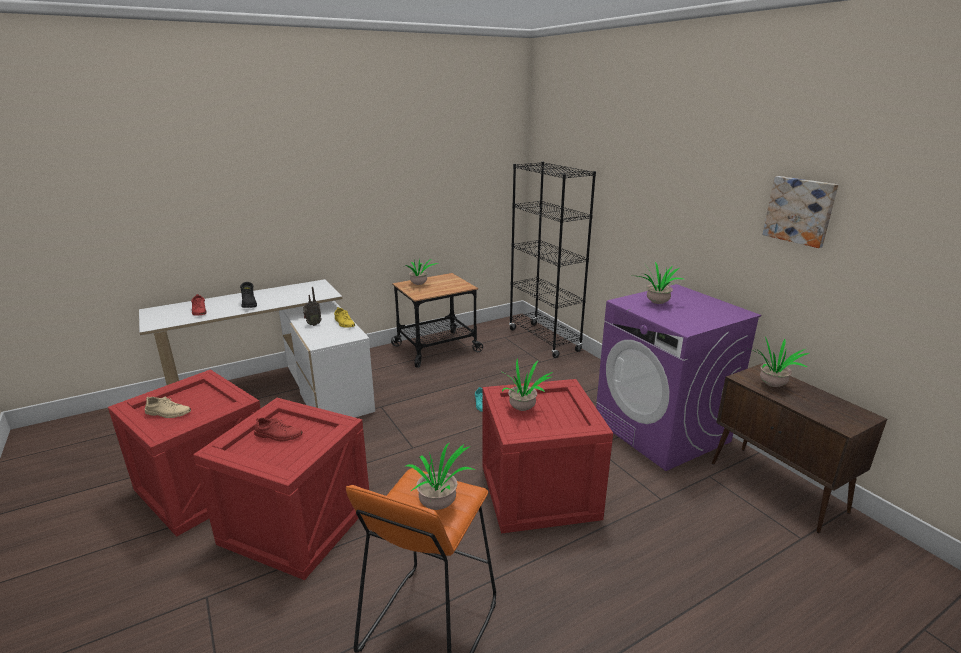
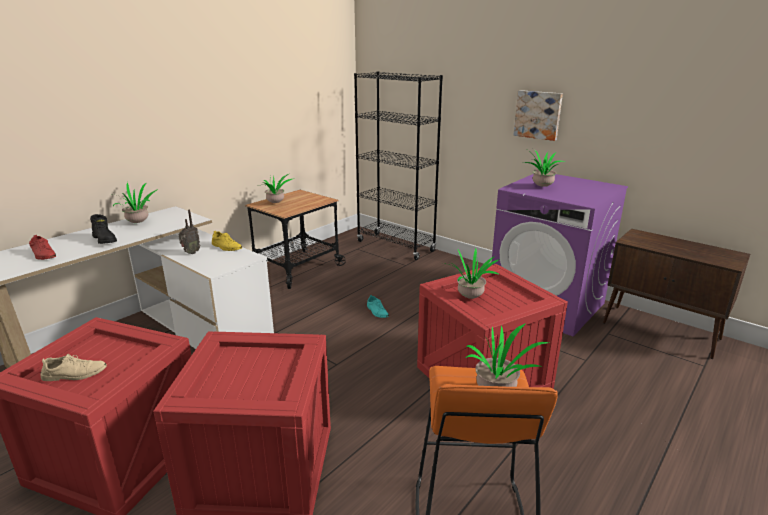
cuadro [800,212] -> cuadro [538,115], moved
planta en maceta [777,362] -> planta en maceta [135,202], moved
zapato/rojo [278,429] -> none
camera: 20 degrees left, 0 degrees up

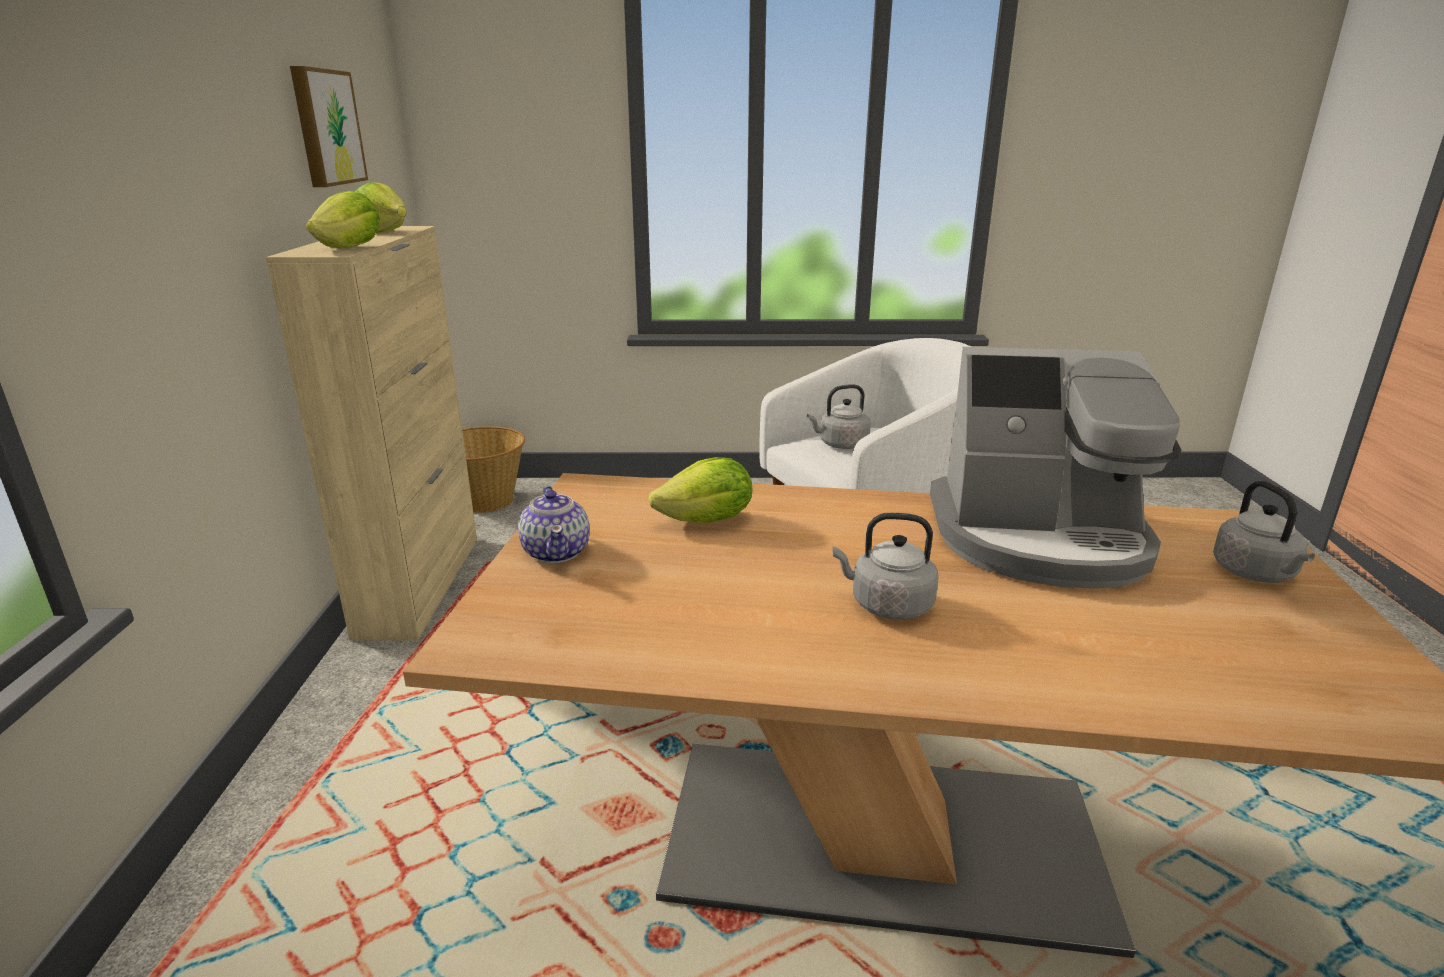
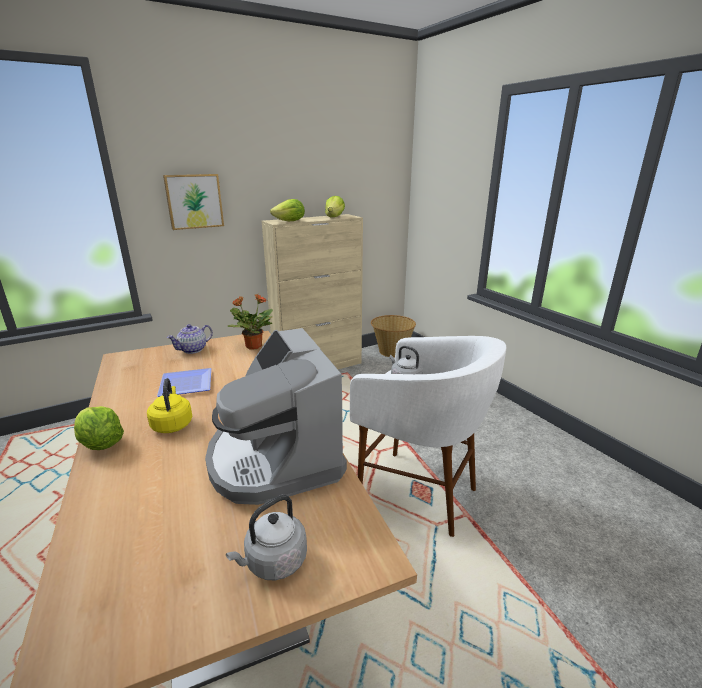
cuadro [329,126] -> cuadro [193,202], moved
lechuga [700,490] -> lechuga [99,428], moved
hervidor/gris [886,566] -> hervidor/amarillo [169,405]
none -> planta en maceta [250,322]
none -> plato [184,382]
camera: 60 degrees right, 0 degrees up

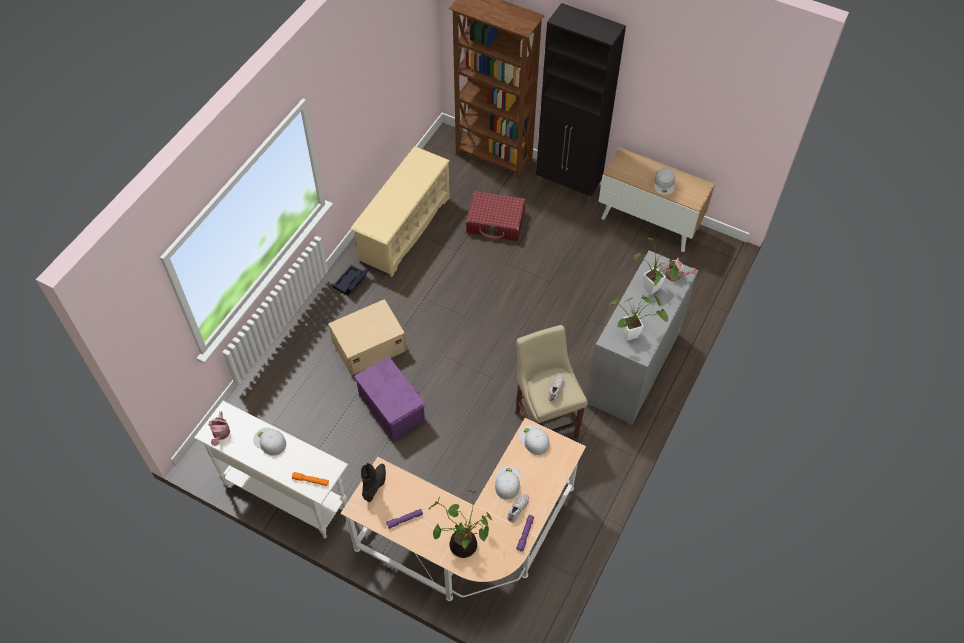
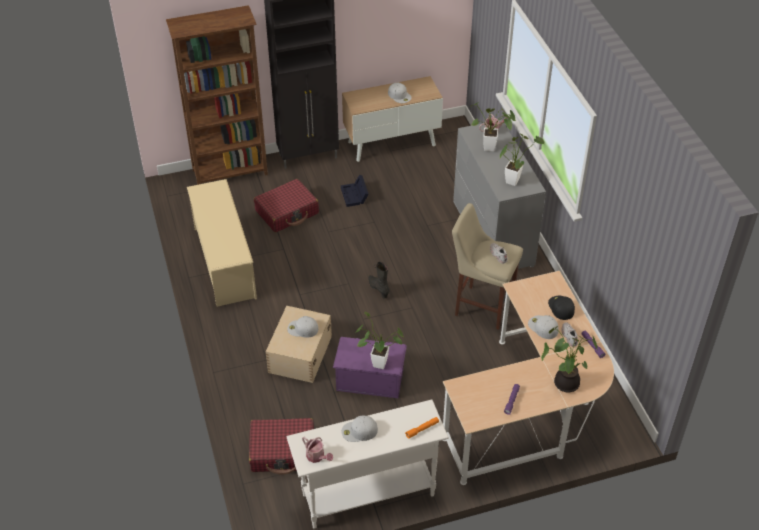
caja de almacenaje/negro [351,280] -> caja de almacenaje/negro [354,191], moved
gorra/blanco [534,440] -> gorra/blanco [302,327], moved
bota/negro [373,482] -> bota/negro [379,280], moved
none -> gorra/negro [561,308]
none -> planta en maceta [379,340]
none -> maleta/rojo [281,446]
camera: 45 degrees left, 10 degrees down

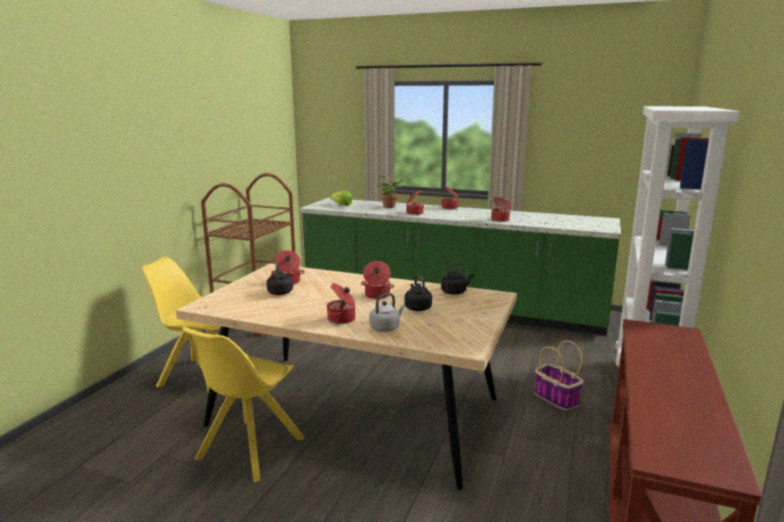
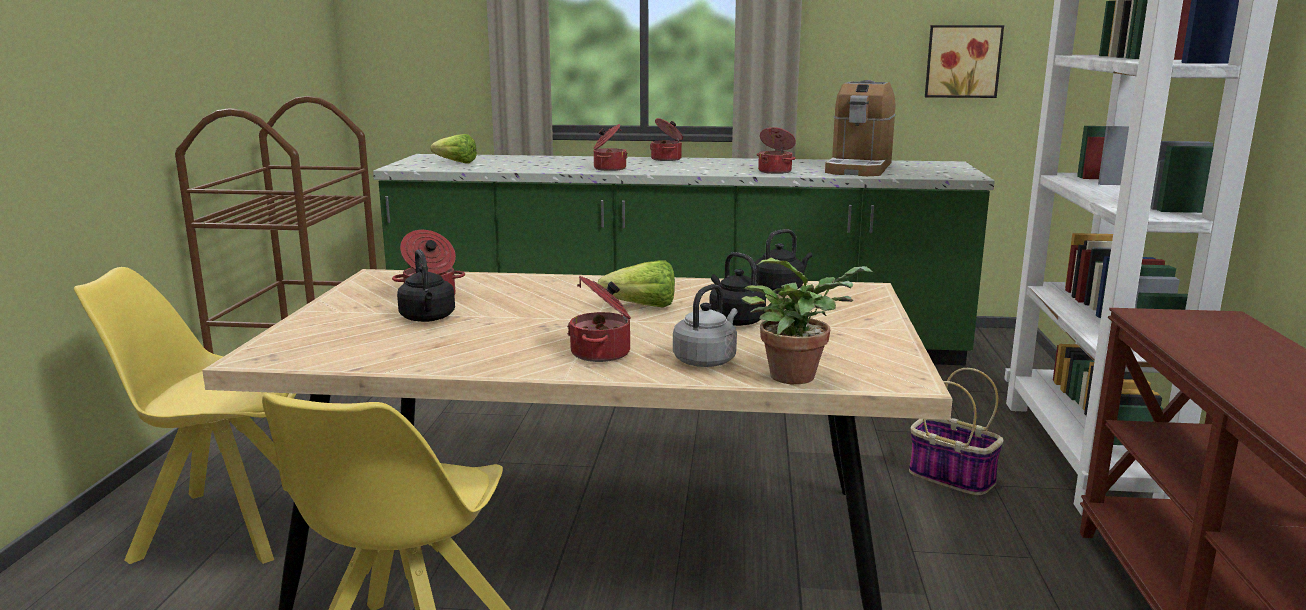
planta en maceta [391,192] -> planta en maceta [806,321], moved
olla [377,280] -> lechuga [636,284]
none -> cuadro [964,61]
none -> cafetera [860,128]
camera: 15 degrees left, 0 degrees up

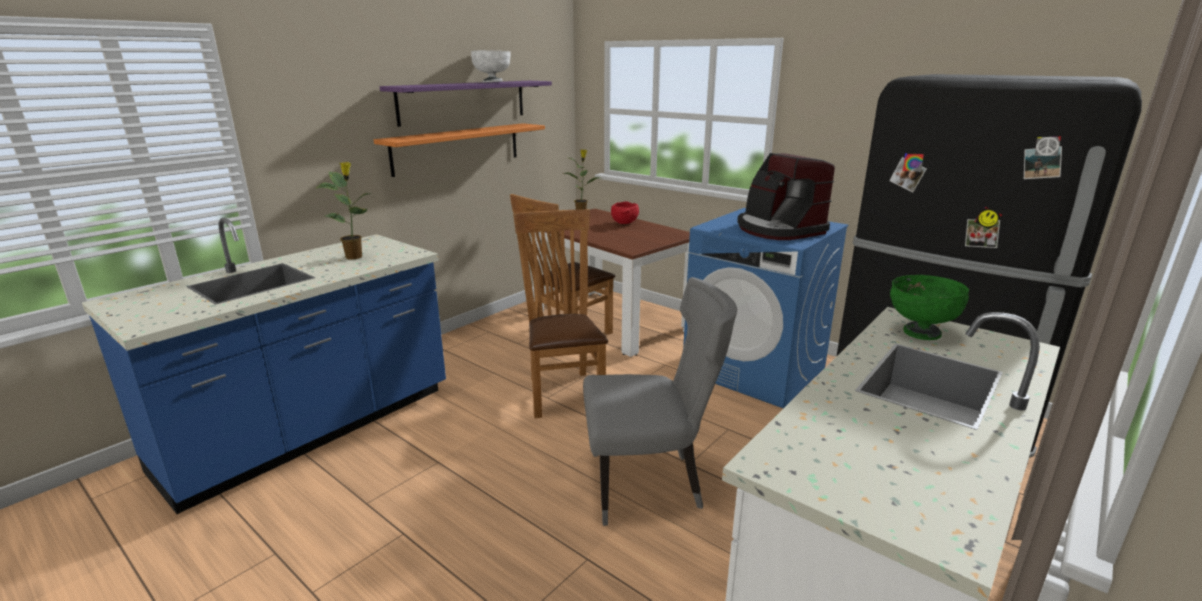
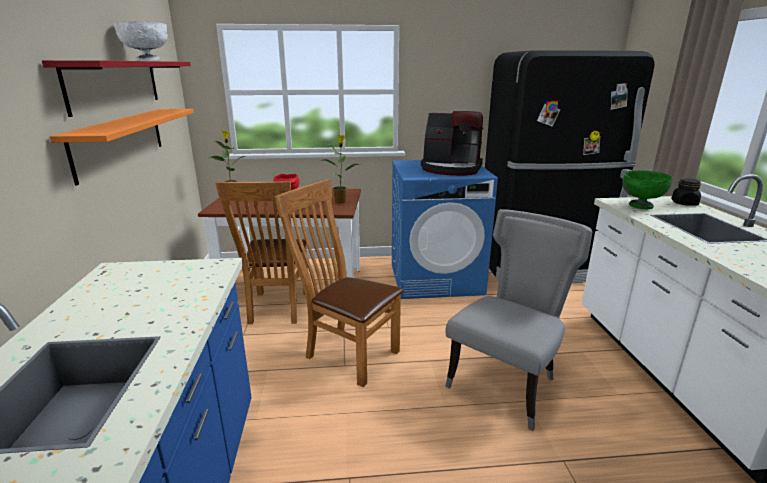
estante/morado [466,104] -> estante/rojo [116,88]
planta en maceta [344,211] -> planta en maceta [340,169], moved
none -> tarro/negro [686,192]
camera: 45 degrees left, 0 degrees up

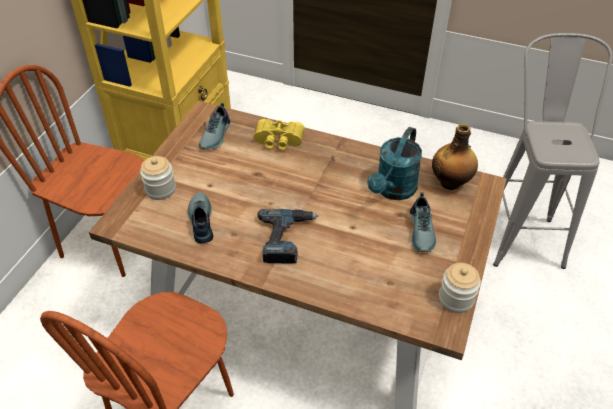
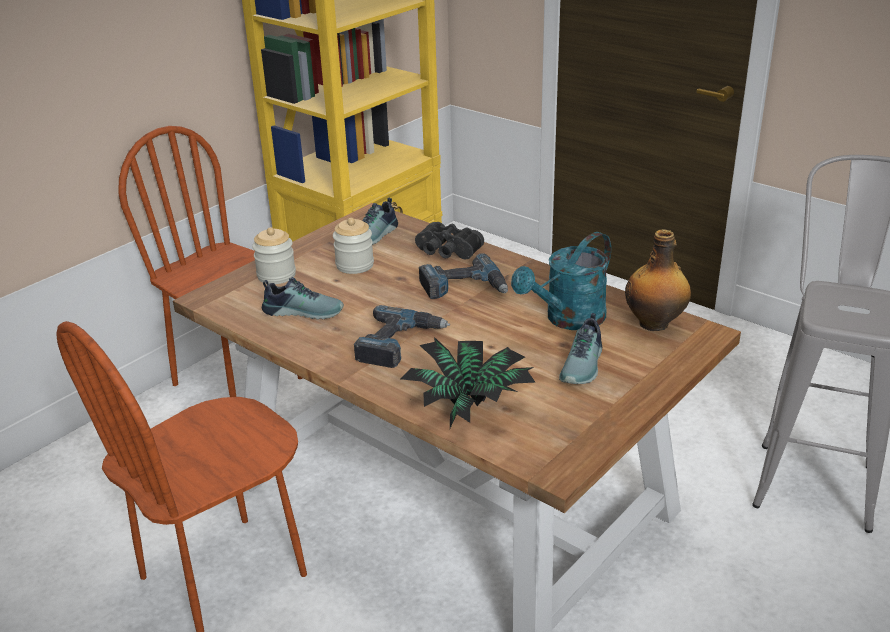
prismáticos/amarillo [279,134] -> prismáticos/negro [449,240]
zapato [200,217] -> zapato [303,298], 90 degrees clockwise
tarro [460,288] -> tarro [353,246], moved
none -> taladro [463,276]
none -> planta en maceta [468,382]
camera: 20 degrees right, 15 degrees down

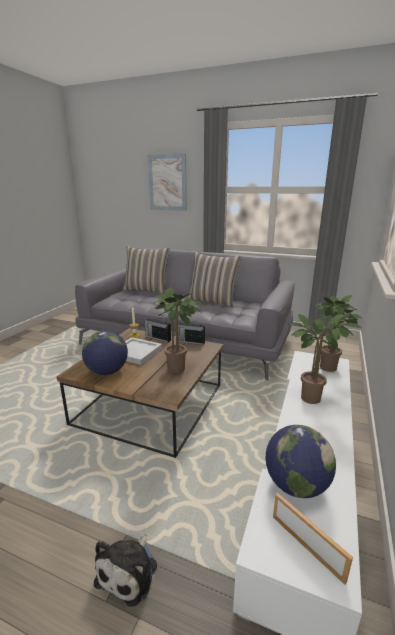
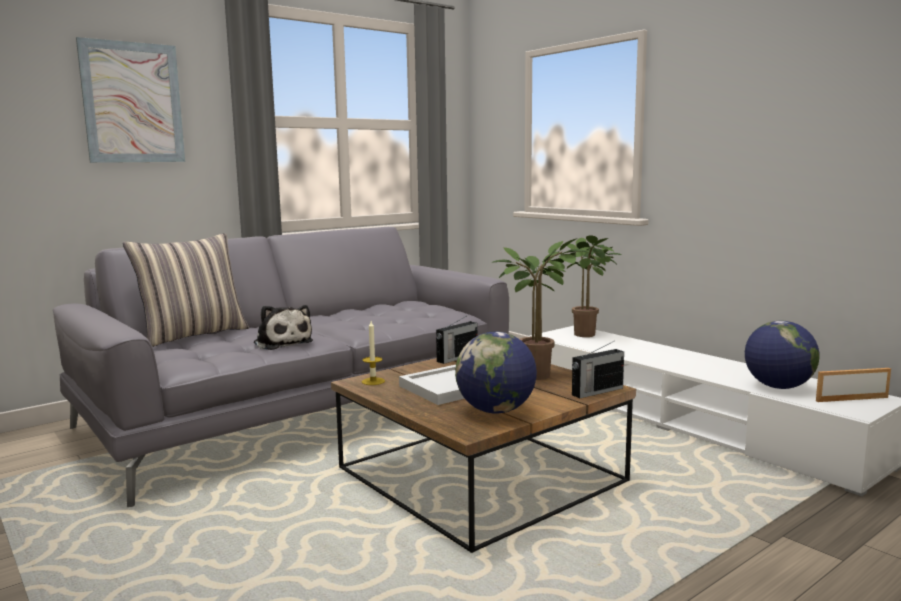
cojín [214,279] -> none
planta en maceta [325,359] -> none
radio [158,330] -> radio [598,369], moved
peluche [125,570] -> peluche [283,327], moved
camera: 60 degrees left, 10 degrees down

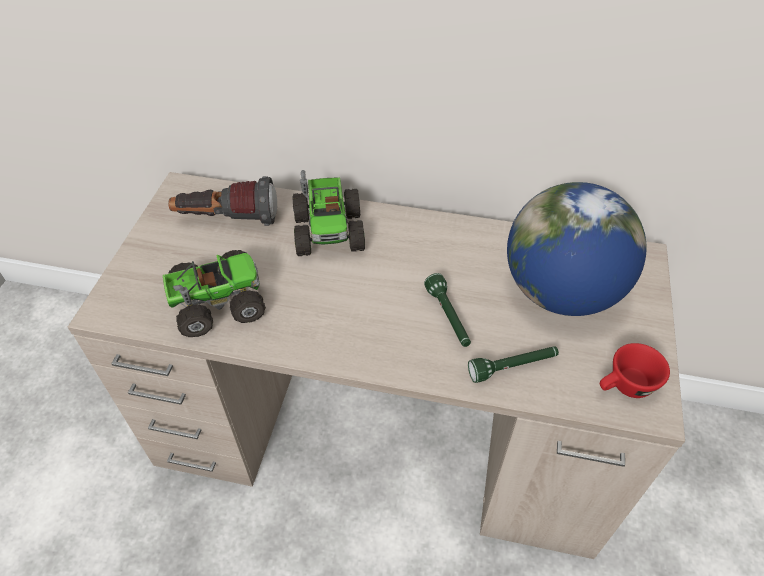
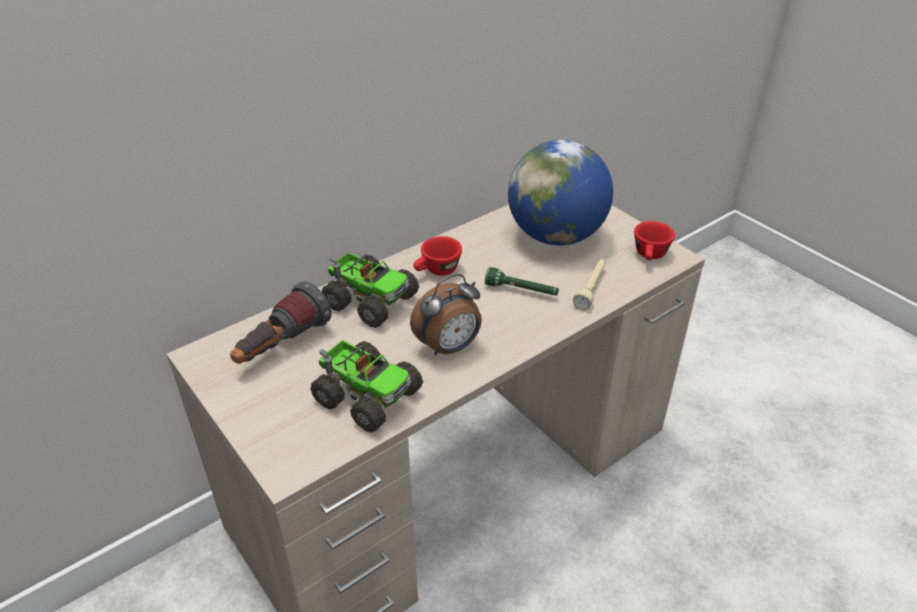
camión de juguete [214,293] -> camión de juguete [366,386], 105 degrees clockwise
linterna/verde [513,364] -> linterna/beis [589,284]
none -> taza/rojo [437,256]
none -> despertador [446,315]
camera: 50 degrees left, 10 degrees down

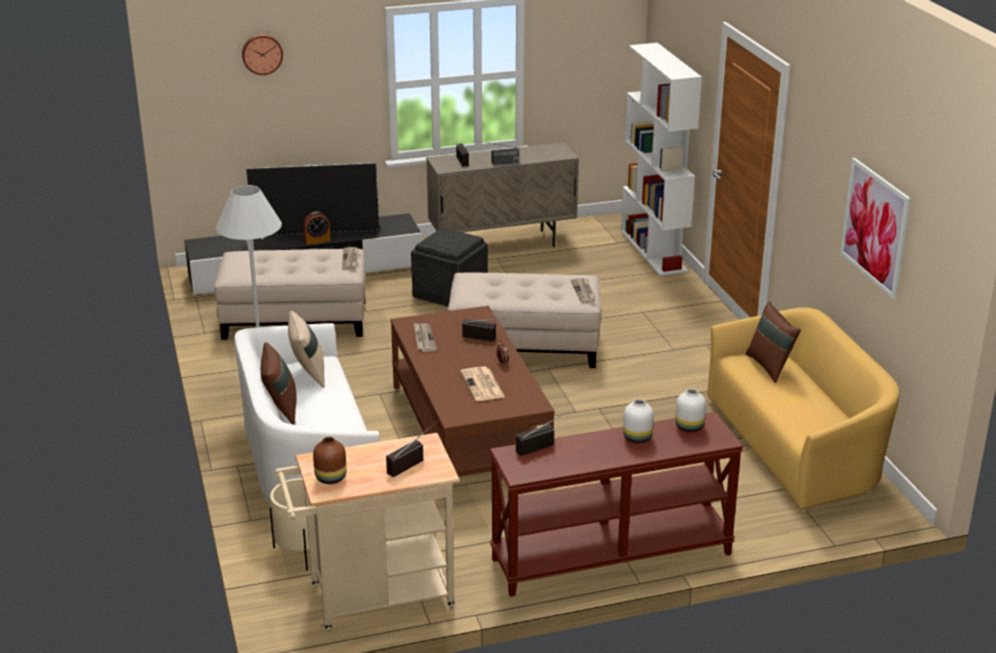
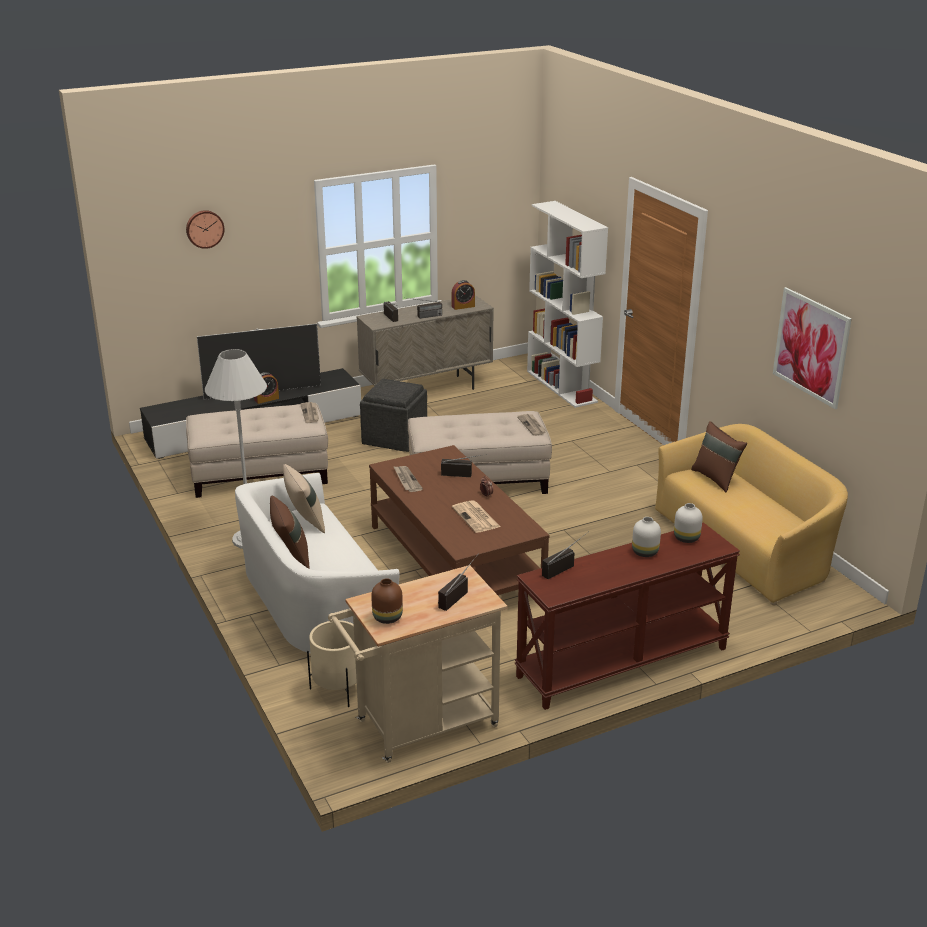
none -> despertador [463,295]
camera: 10 degrees left, 0 degrees up

